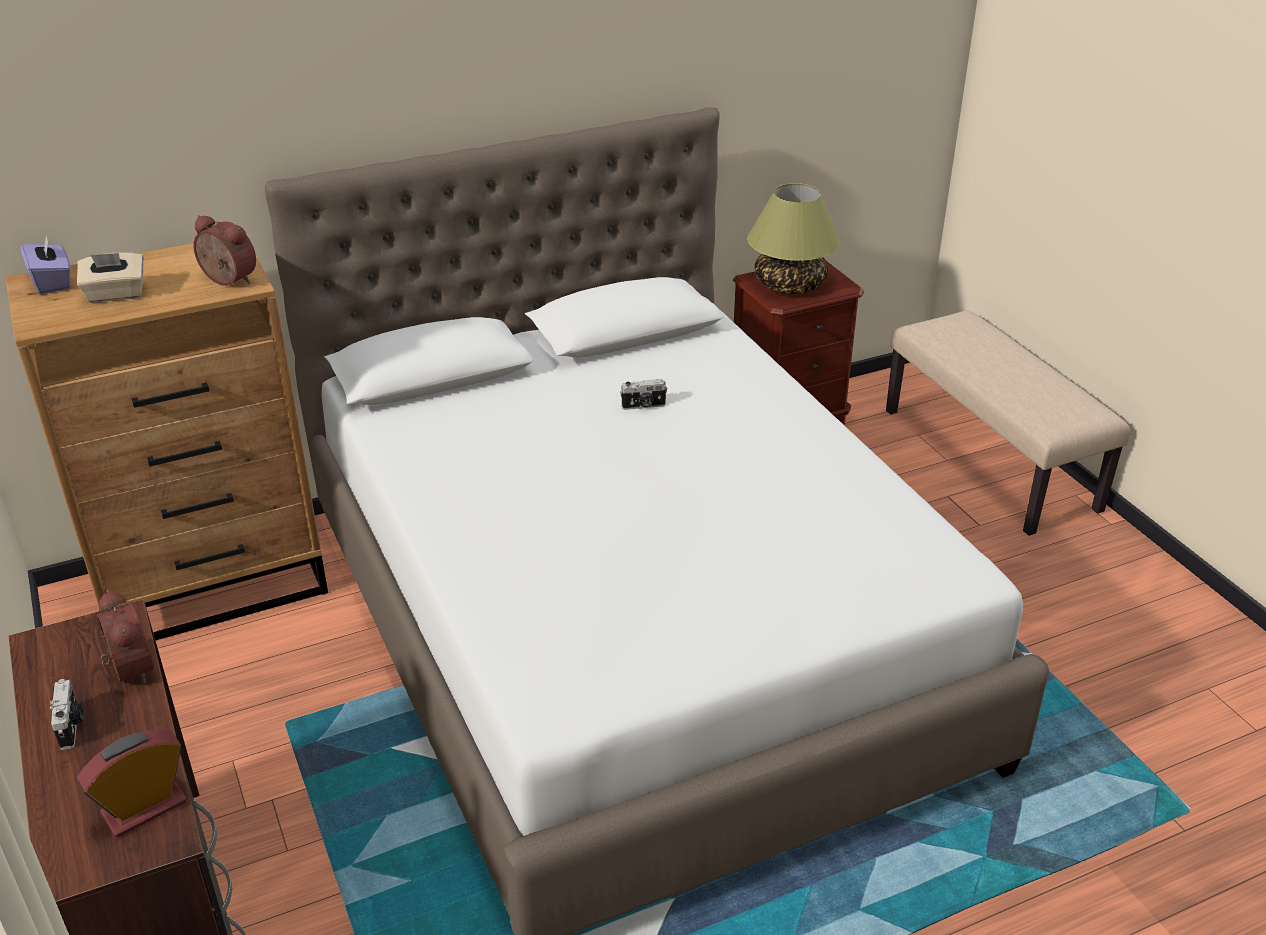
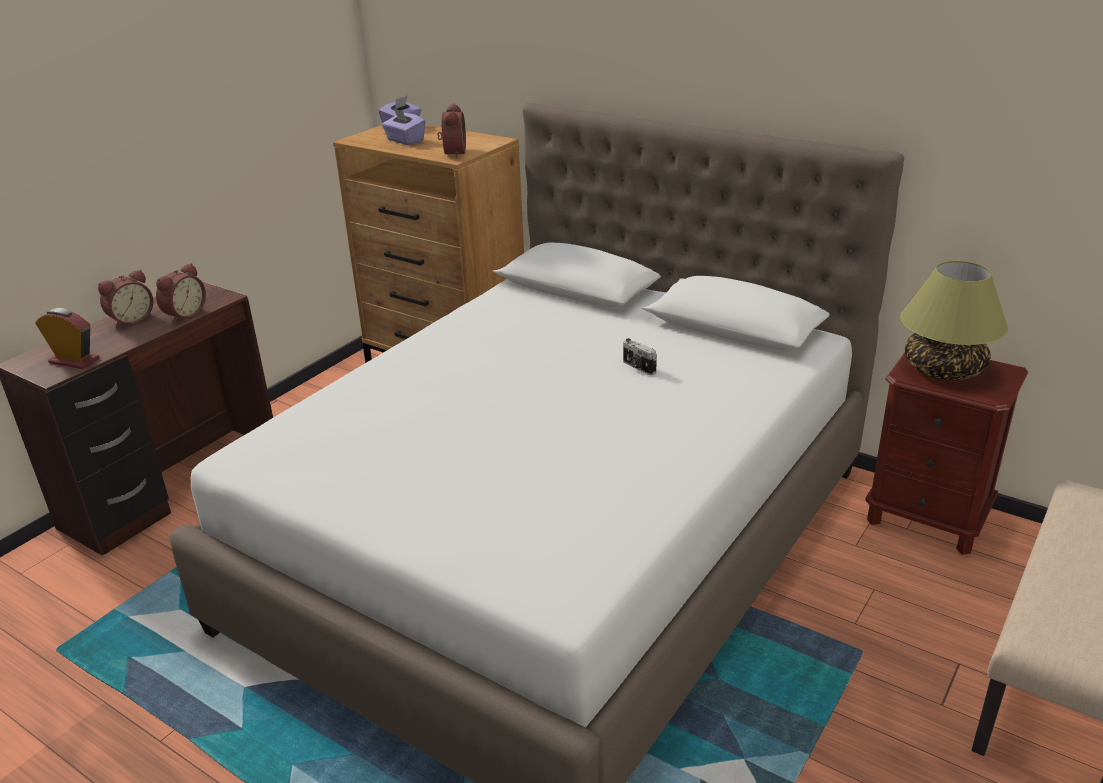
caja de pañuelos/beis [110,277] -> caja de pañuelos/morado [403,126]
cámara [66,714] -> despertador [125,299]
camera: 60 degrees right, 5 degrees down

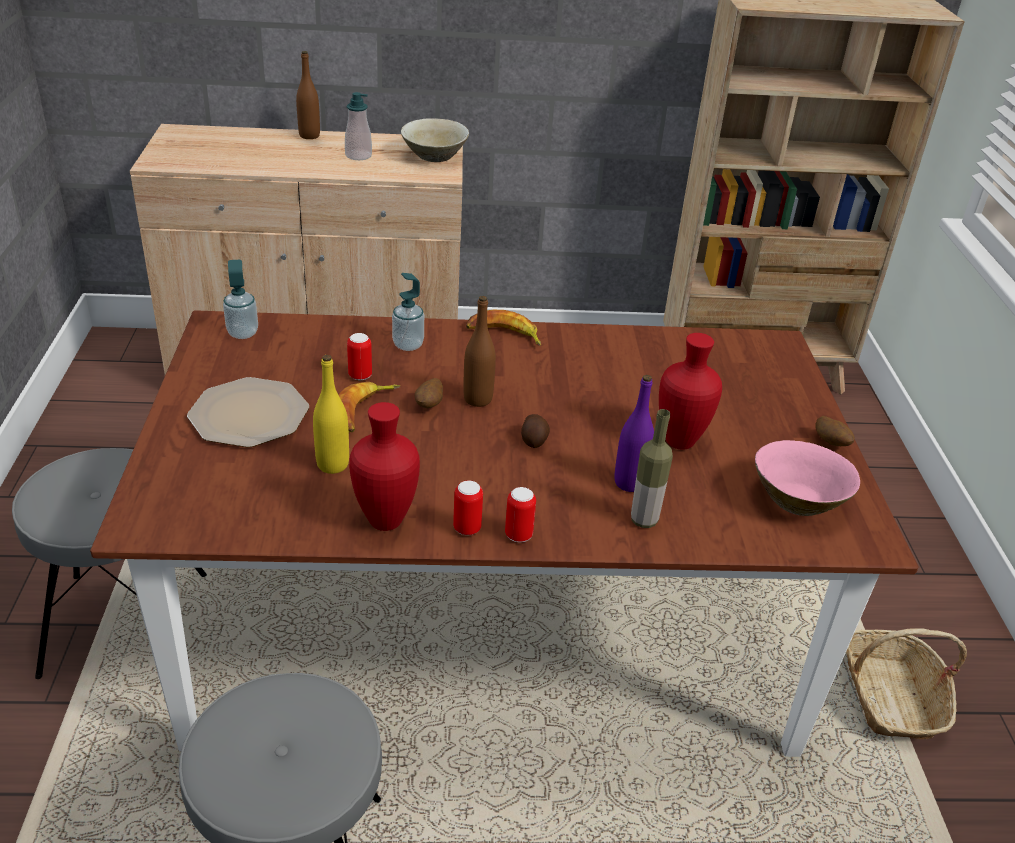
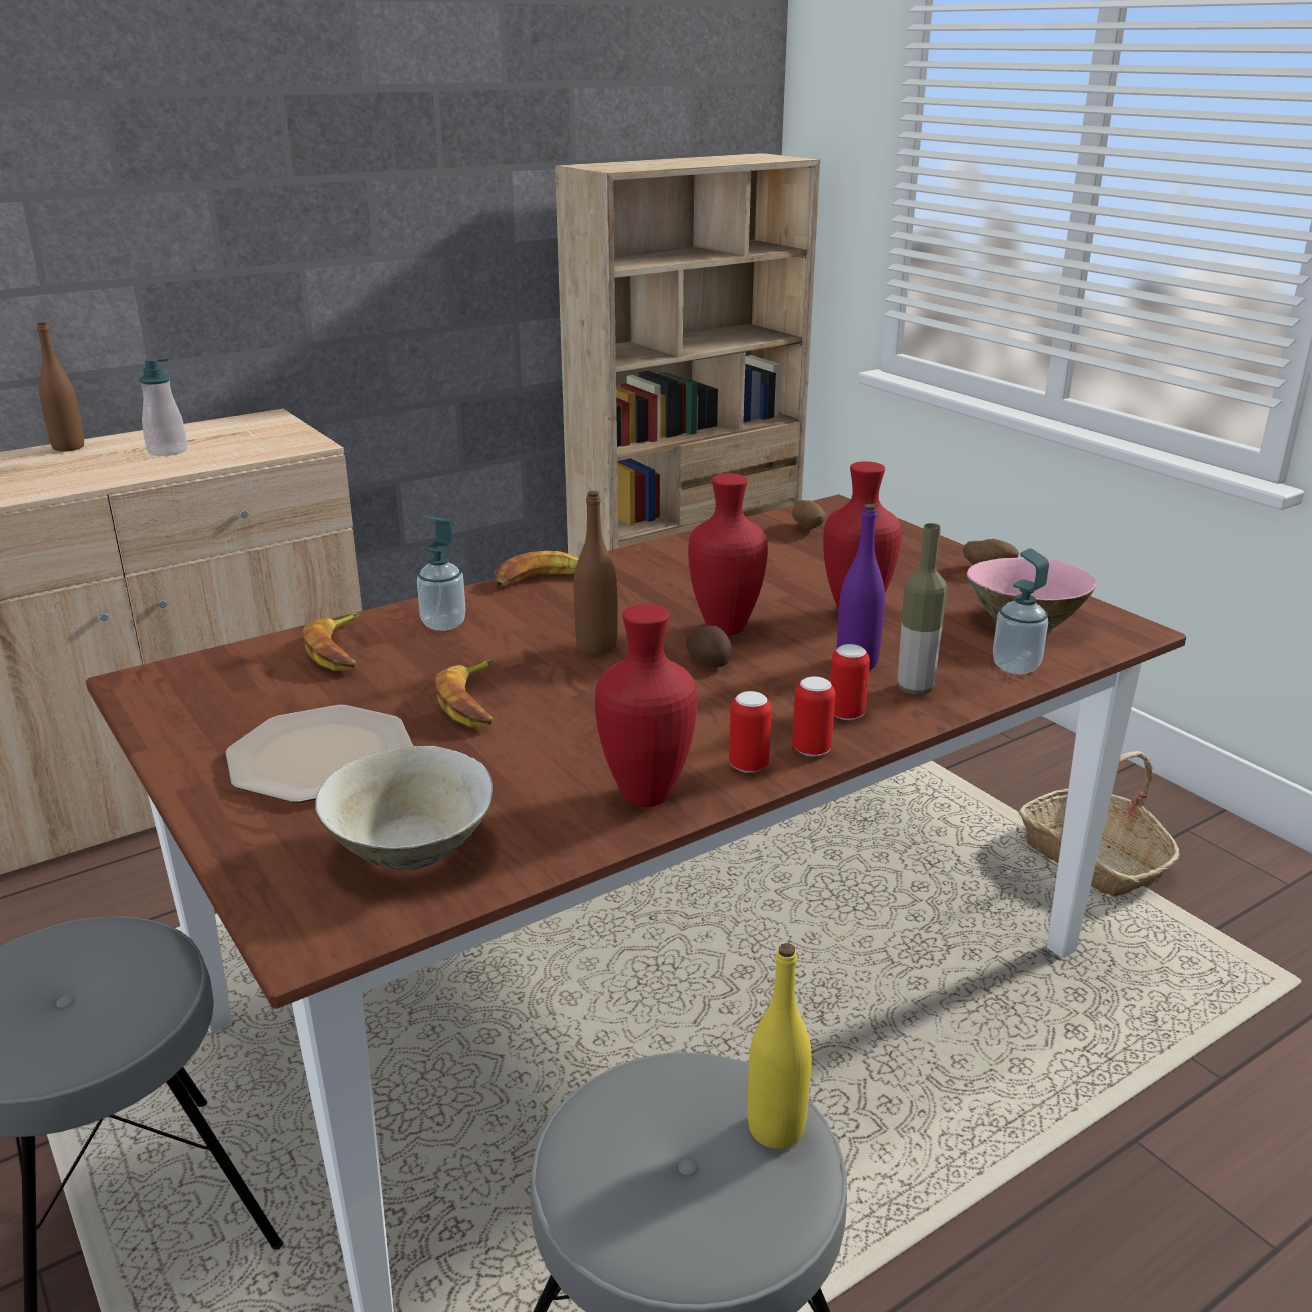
cuenco/beis [435,140] -> cuenco/beis [404,808], moved
dispensador de jabón [240,299] -> dispensador de jabón [1021,611], moved
lata [359,356] -> lata [850,682], moved
botella/amarillo [331,414] -> botella/amarillo [780,1046], moved
patata [429,393] -> patata [809,514], moved
none -> florero/rojo [728,554]
none -> plátano [331,642]
camera: 30 degrees left, 10 degrees down

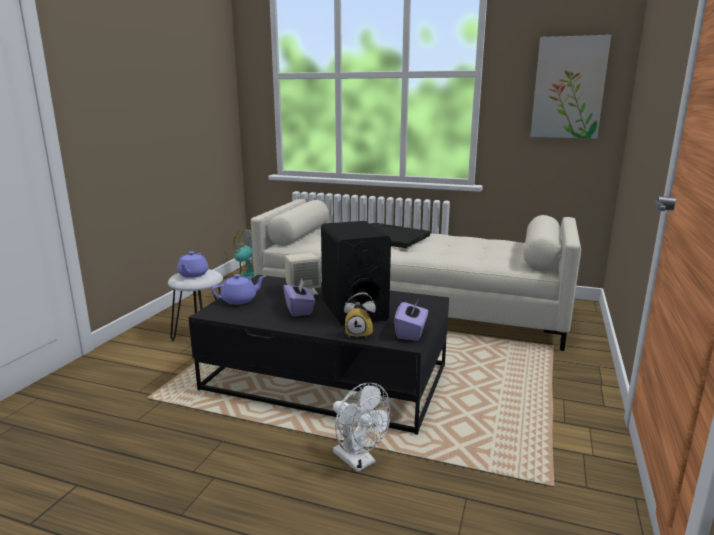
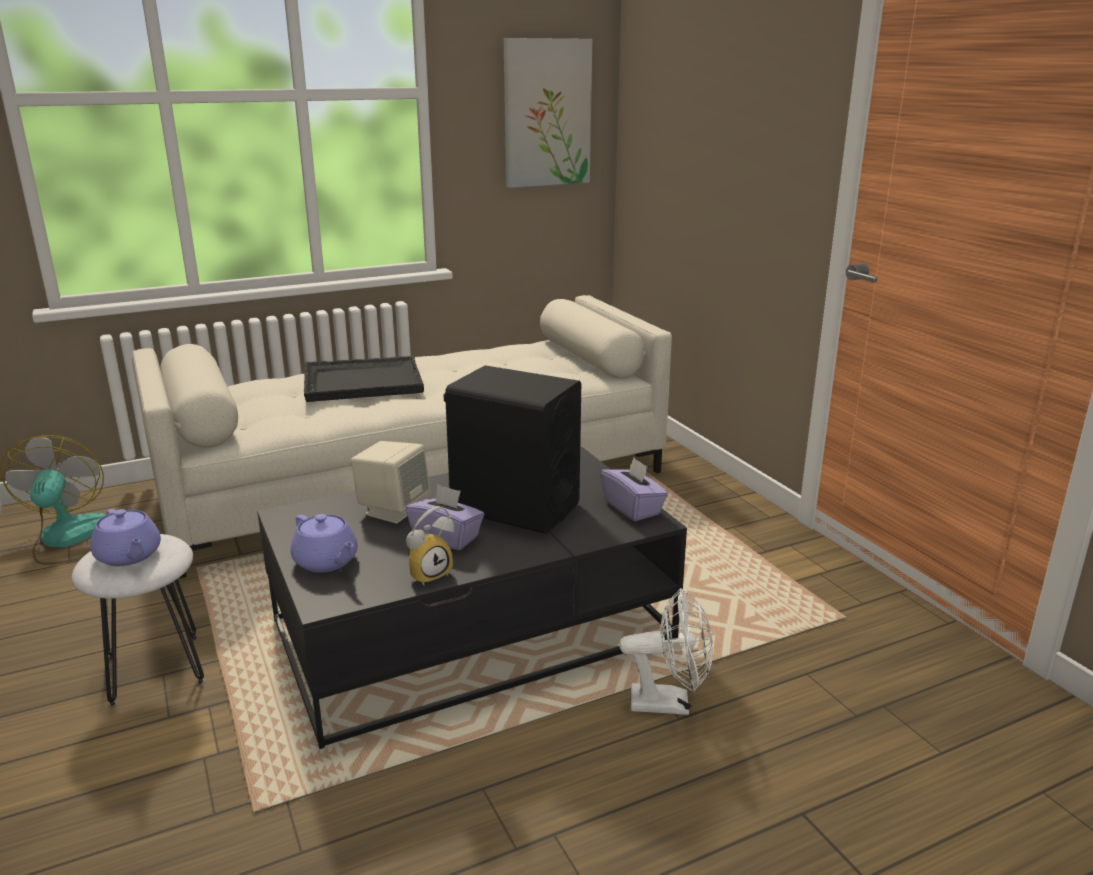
tetera/morado [238,289] -> tetera/morado [324,543], 120 degrees clockwise
despertador [360,315] -> despertador [430,546], moved
camera: 45 degrees left, 5 degrees up

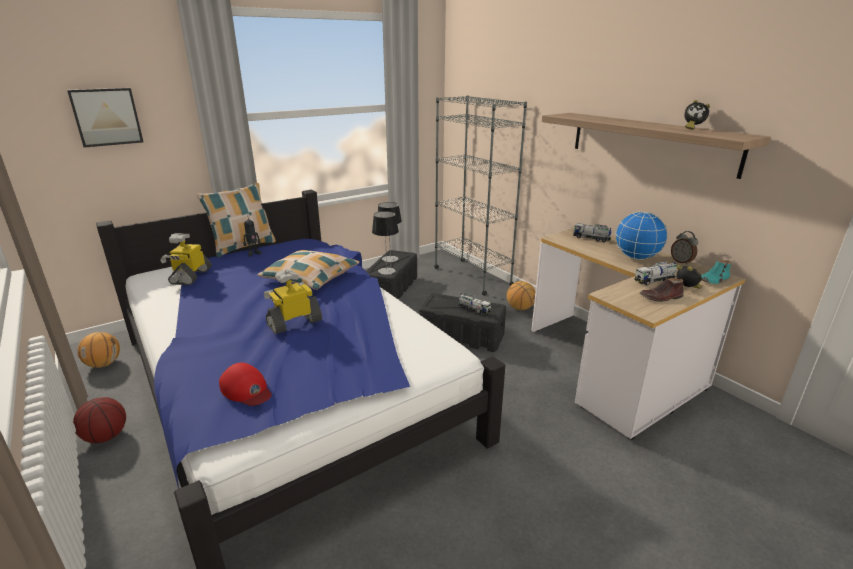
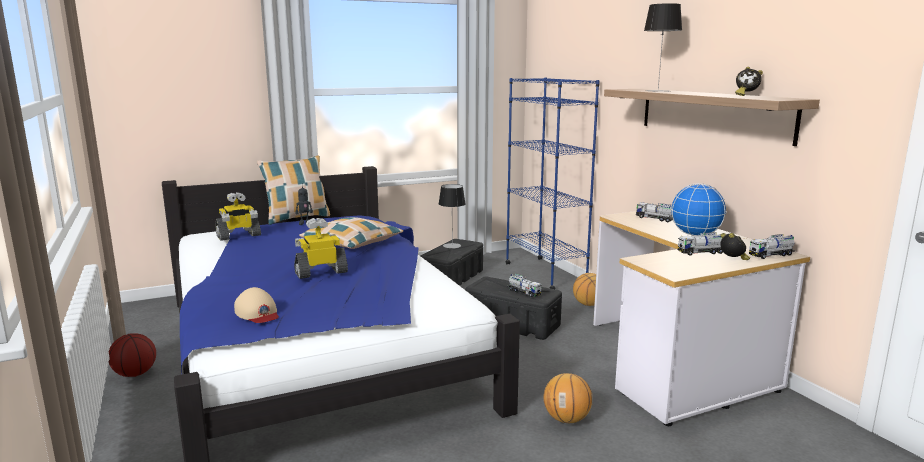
cuadro [105,117] -> none
estantería/gris [480,195] -> estantería/azul [552,183]
lámpara de mesa [385,243] -> lámpara de mesa [663,47], moved
despertador [684,248] -> none
robot de juguete [186,259] -> robot de juguete [238,216], 135 degrees counterclockwise
zapato/turquesa [716,272] -> camión de juguete [772,246]
zapato/marrón [662,290] -> none
balón de baloncesto [98,350] -> balón de baloncesto [568,398], moved
gorra/rojo [245,384] -> gorra/beis [256,305]
camera: 10 degrees right, 10 degrees down

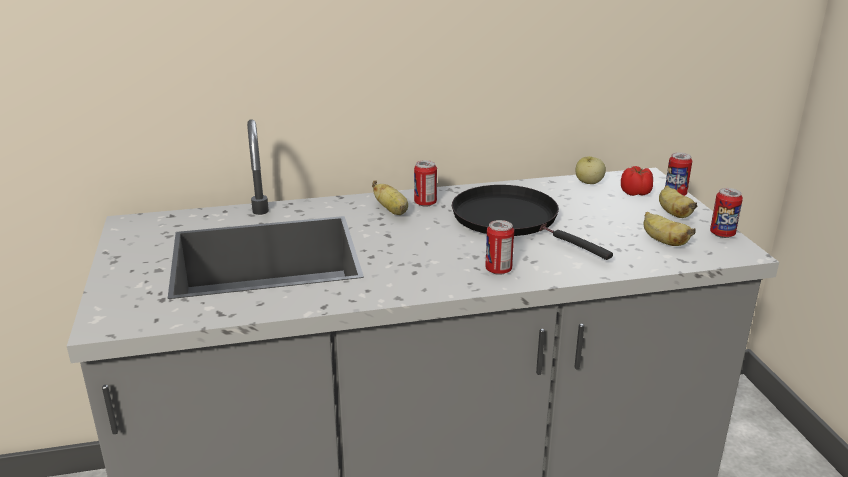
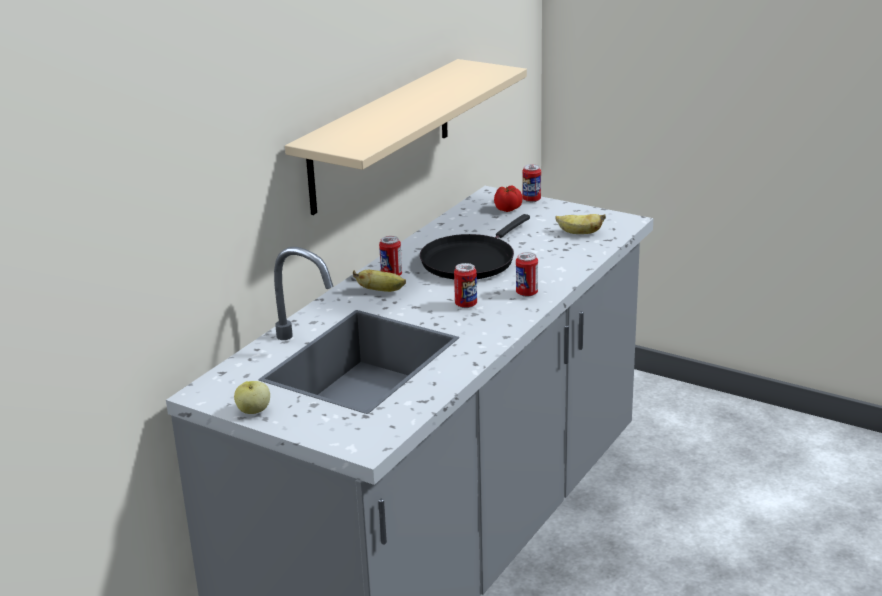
manzana [590,170] -> manzana [252,397], moved
sartén/negro [532,222] -> sartén/negro [475,246], 60 degrees counterclockwise
plátano [678,201] -> none
lata [726,213] -> lata [465,285], moved
none -> estante/beis [406,137]
camera: 45 degrees left, 0 degrees up

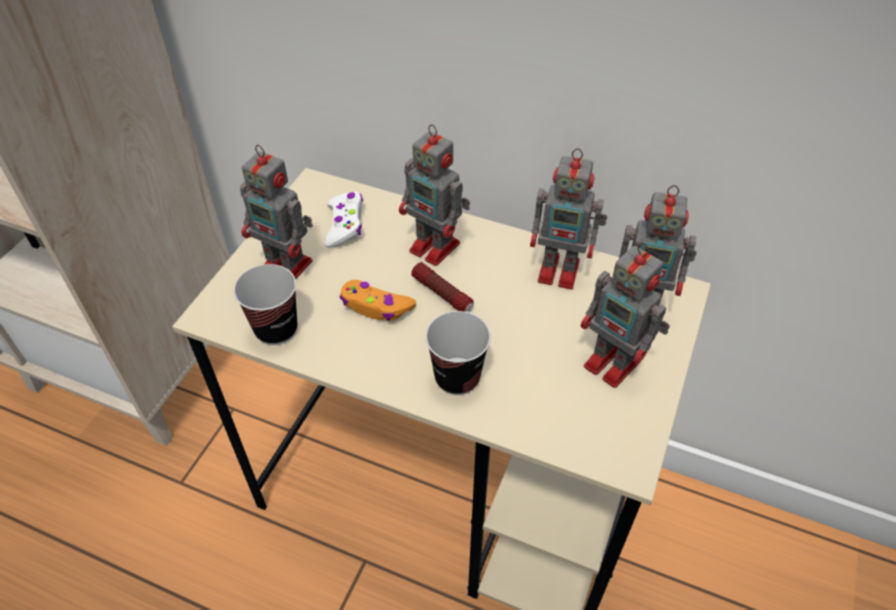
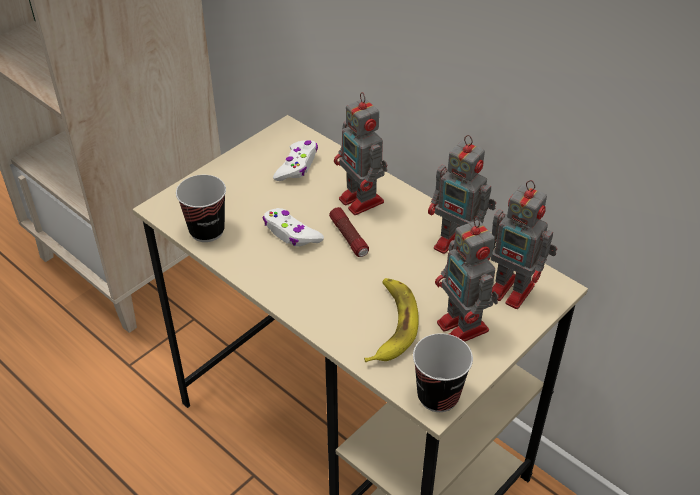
robot de juguete [276,212] -> none
mando de consola/naranja [378,300] -> mando de consola/blanco [293,227]
taza [458,353] -> taza [443,372], moved
none -> plátano [391,320]
camera: 20 degrees right, 5 degrees down

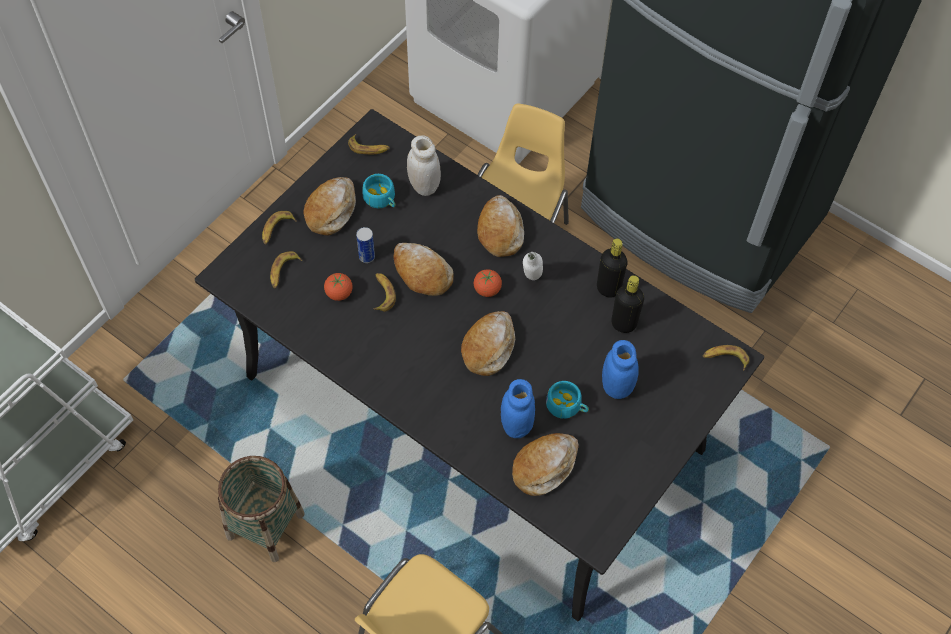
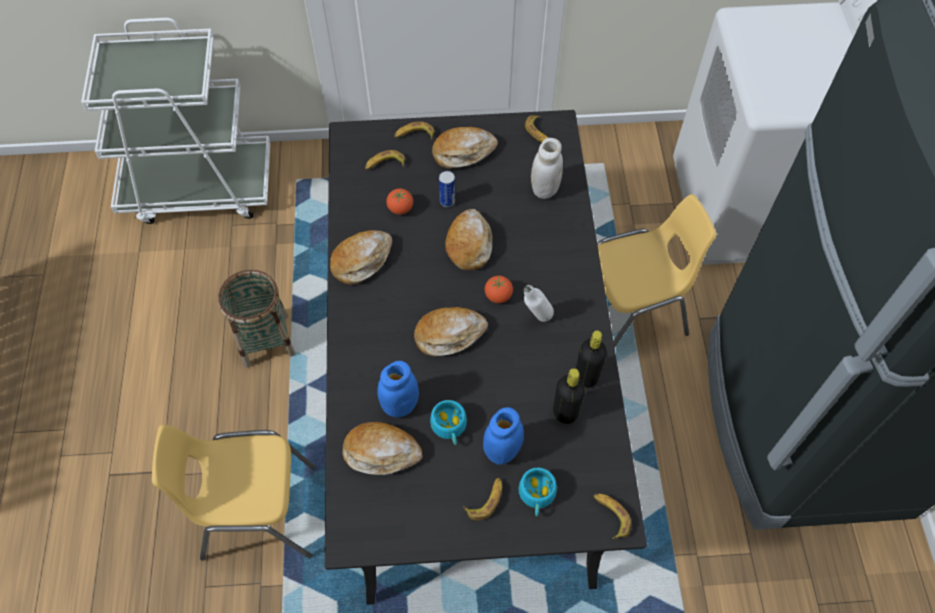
taza/turquesa [379,191] -> taza/turquesa [537,492], moved
pan [500,226] -> pan [361,257], moved
plátano [384,292] -> plátano [482,499], moved
camera: 50 degrees right, 0 degrees up

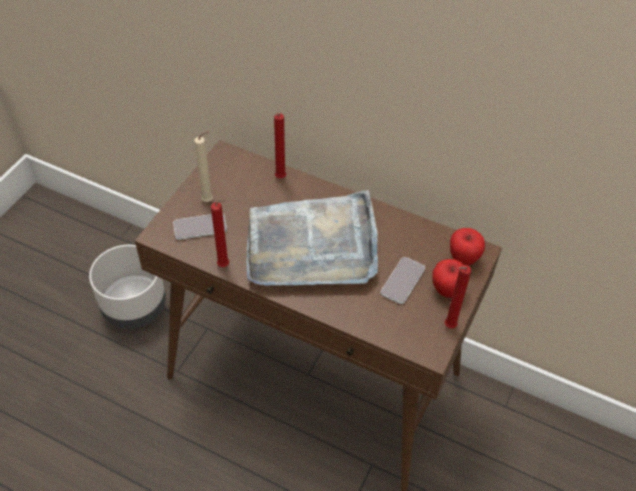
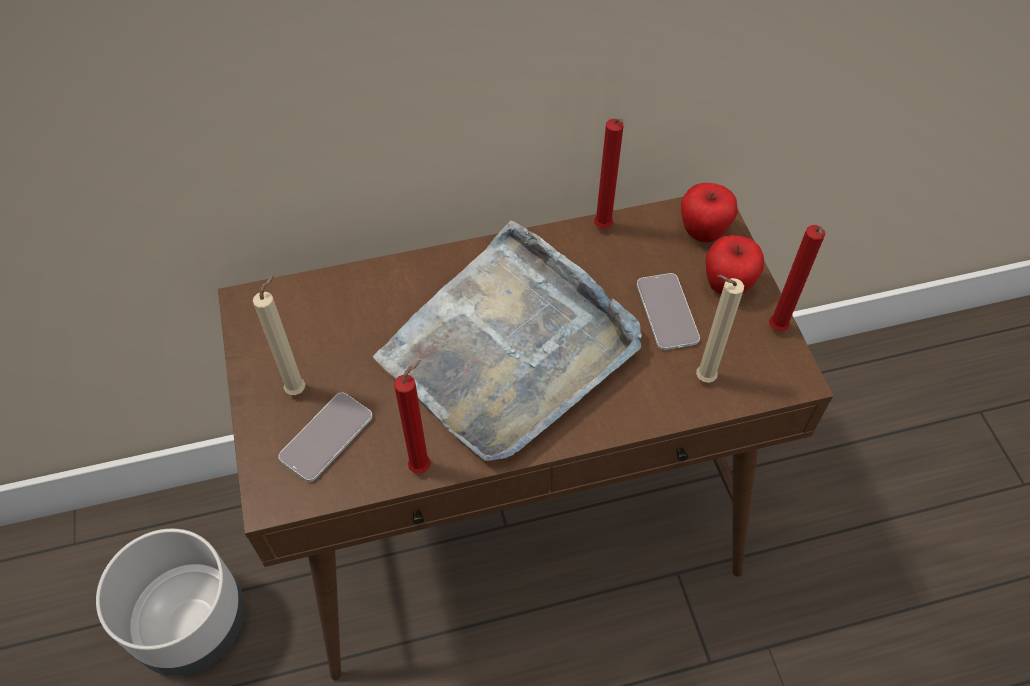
vela/rojo [280,145] -> vela/rojo [609,173], moved
none -> vela/beis [720,329]
camera: 40 degrees left, 5 degrees up

